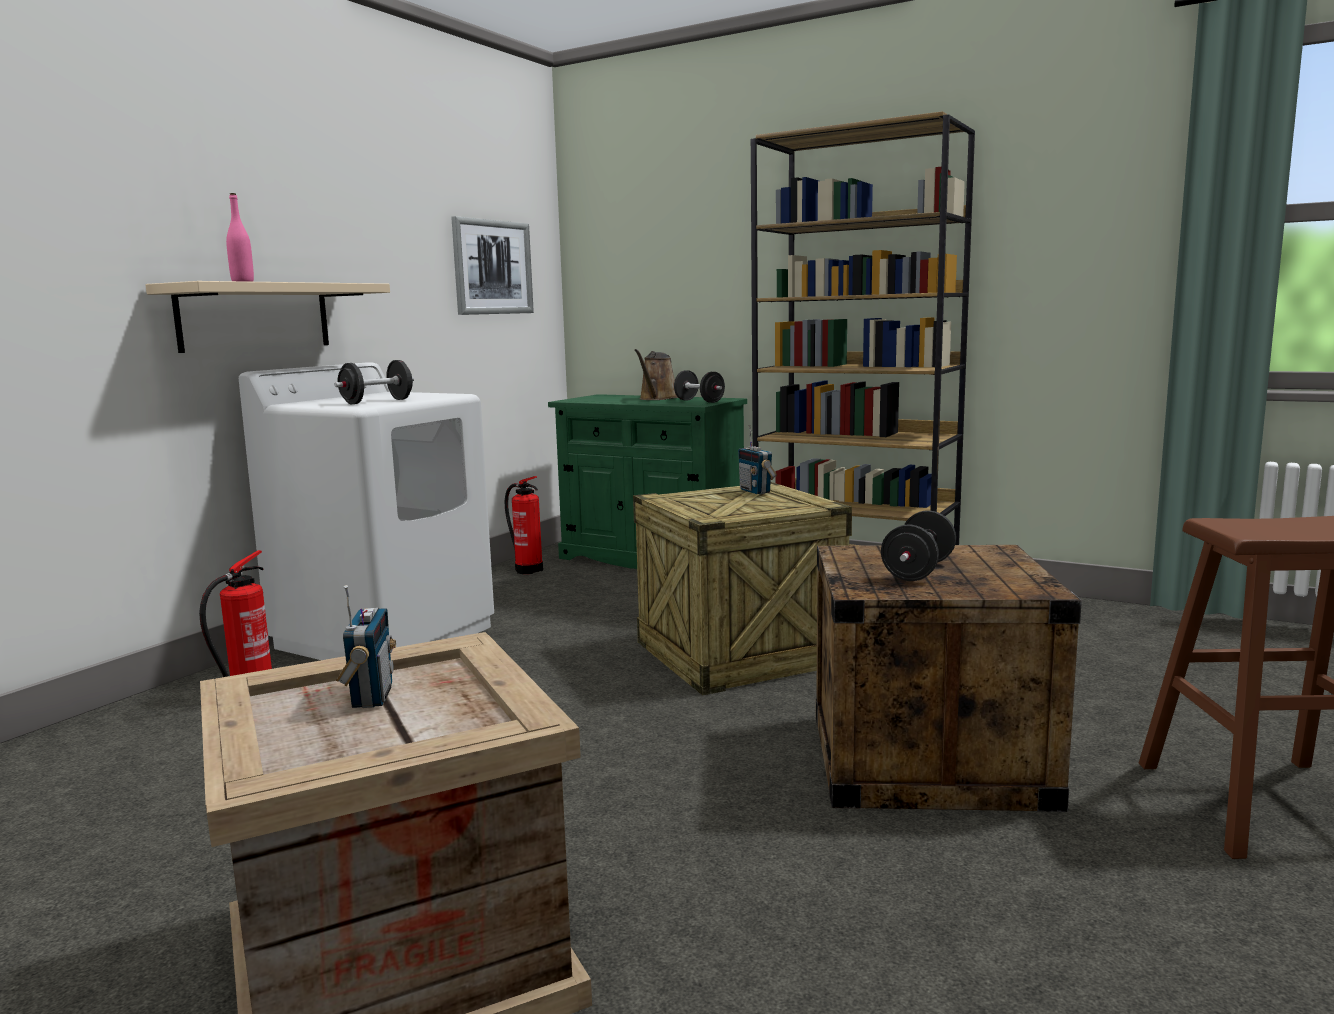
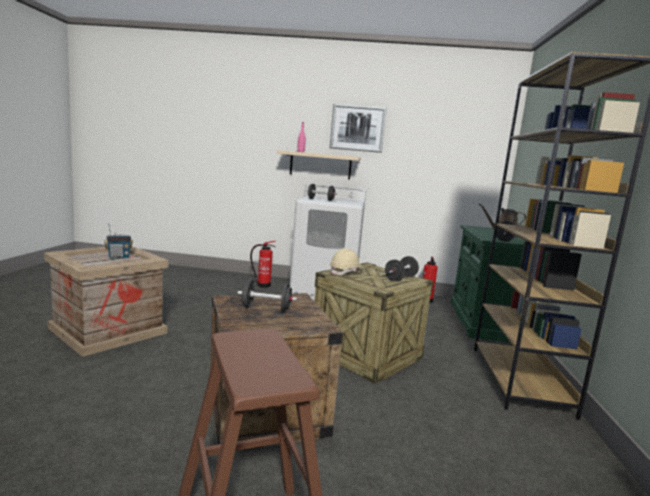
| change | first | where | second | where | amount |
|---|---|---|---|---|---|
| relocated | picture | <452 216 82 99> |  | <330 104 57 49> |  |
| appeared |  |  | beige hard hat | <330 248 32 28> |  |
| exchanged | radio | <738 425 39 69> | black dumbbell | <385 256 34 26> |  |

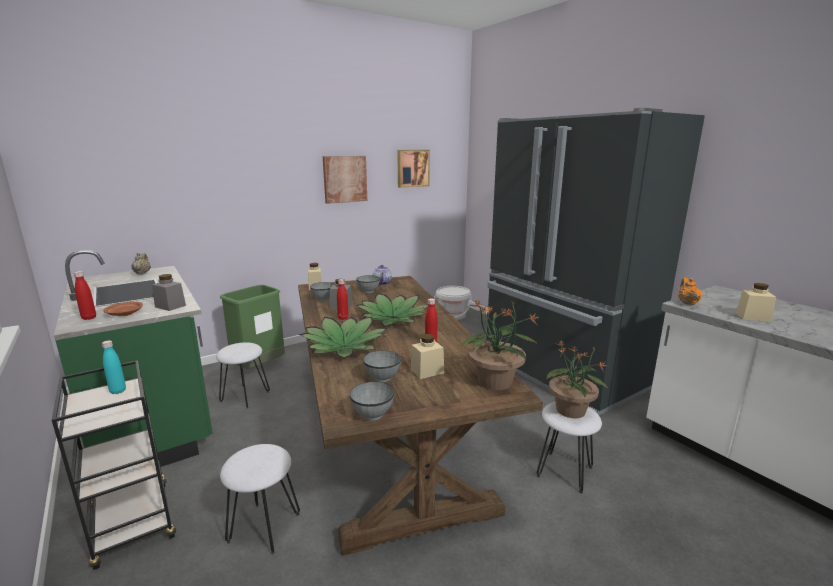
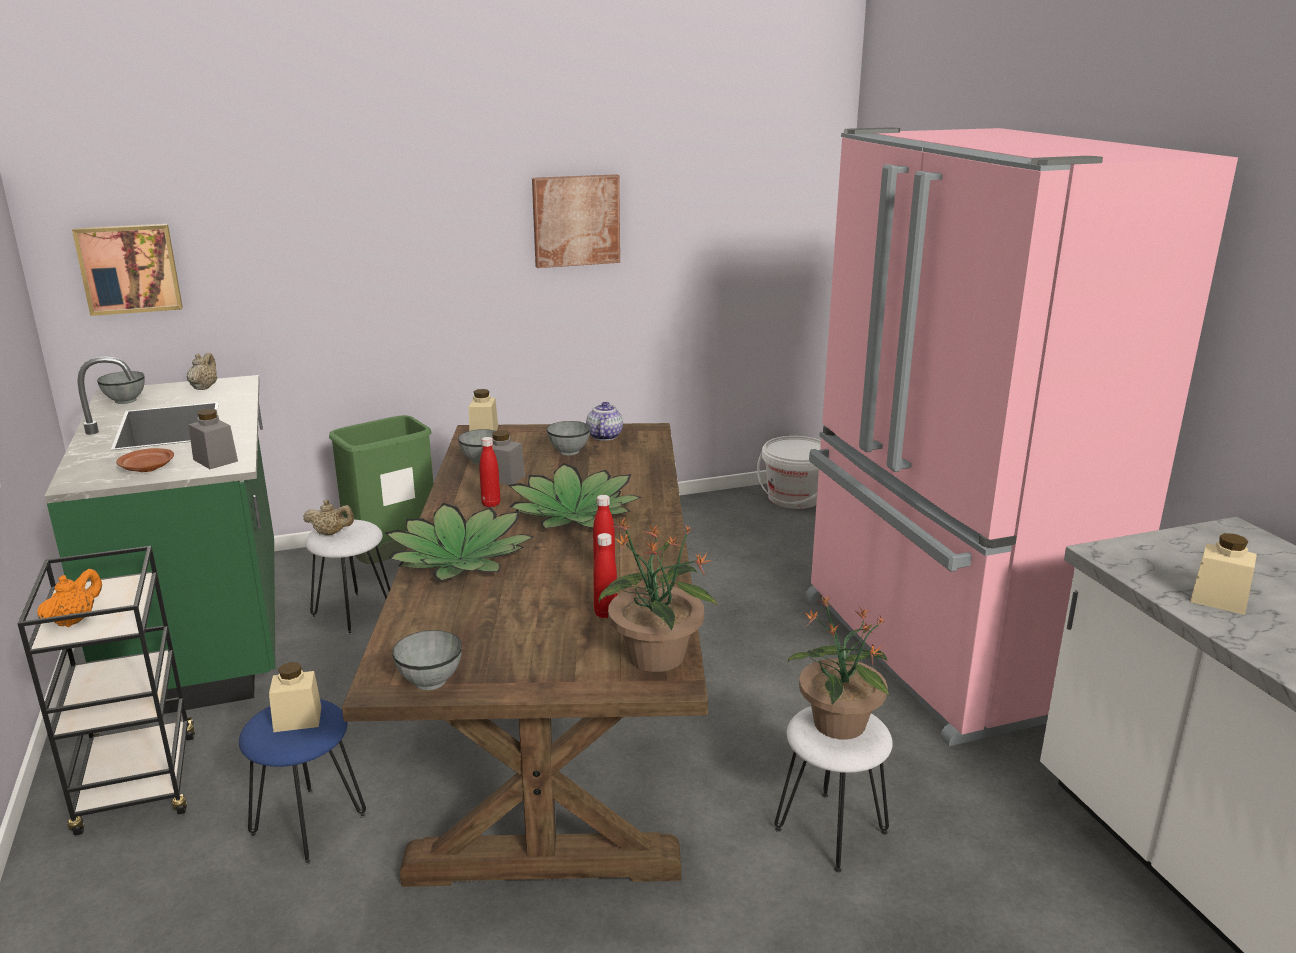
| change | first | where | second | where | amount |
|---|---|---|---|---|---|
| relocated | orange teapot | <678 277 24 28> |  | <37 569 65 58> |  |
| relocated | picture | <397 150 33 38> |  | <72 224 111 92> |  |
| relocated | grey bowl | <363 350 38 32> |  | <97 371 48 33> |  |
| colour | white stool | <220 444 80 111> | blue stool | <239 699 127 165> |  |
| relocated | beige jar | <411 334 33 45> |  | <269 662 52 70> |  |
| appeared |  |  | beige teapot | <303 500 51 35> |  |
| relocated | red bottle | <74 271 22 49> |  | <593 533 24 85> |  |
| colour | black fridge | <486 108 219 307> | pink fridge | <806 127 432 619> |  |
| missing | turquoise bottle | <102 340 24 54> |  |  |  |

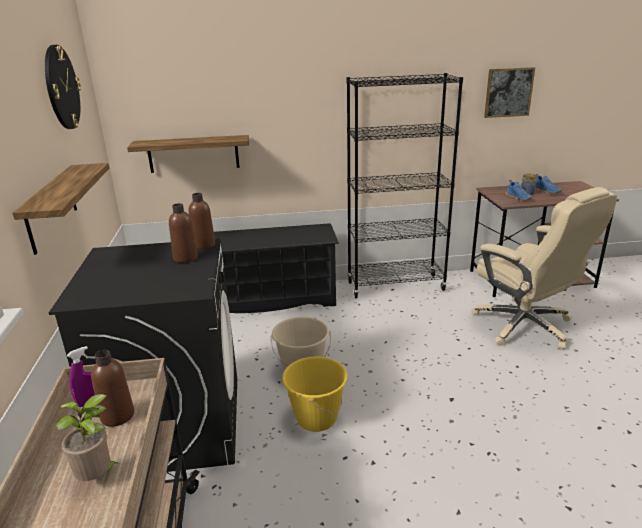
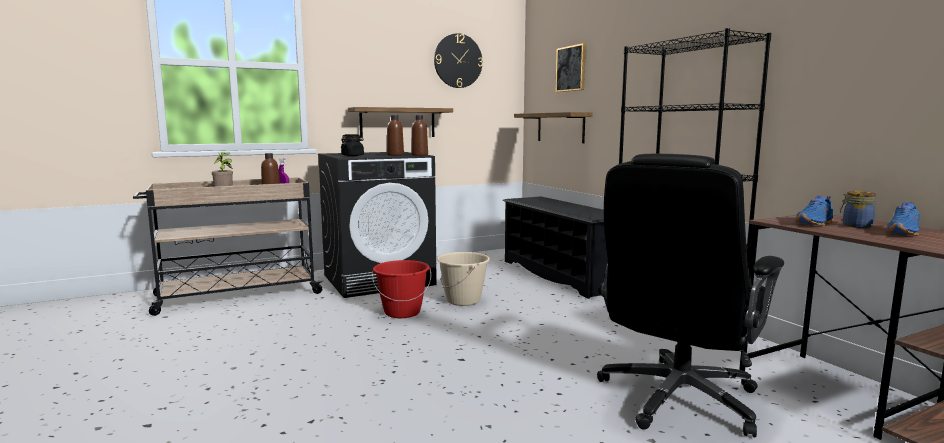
| change | first | where | second | where | amount |
|---|---|---|---|---|---|
| appeared |  |  | black jar | <341 134 23 22> |  |
| colour | yellow bucket | <282 356 66 76> | red bucket | <372 260 59 58> |  |
| relocated | picture | <484 67 51 51> |  | <556 43 30 49> |  |
| colour | beige office chair | <471 187 146 163> | black office chair | <597 154 187 283> |  |

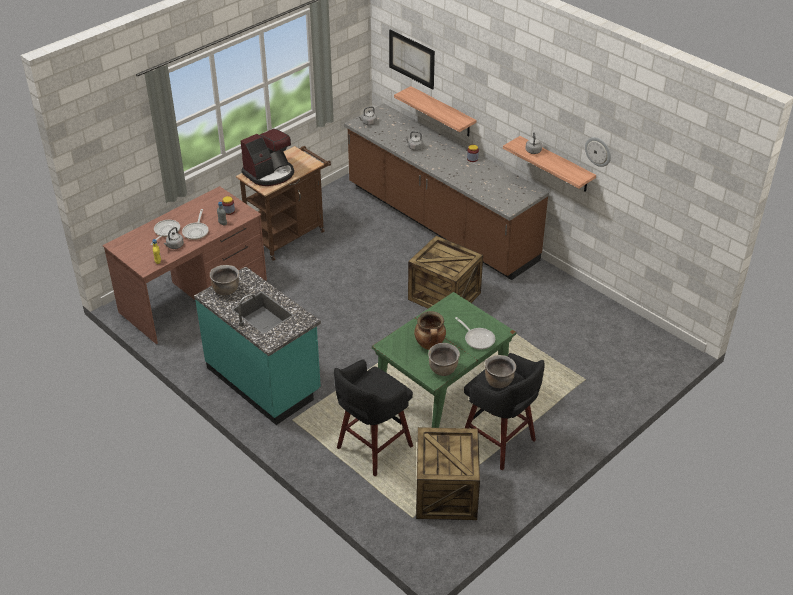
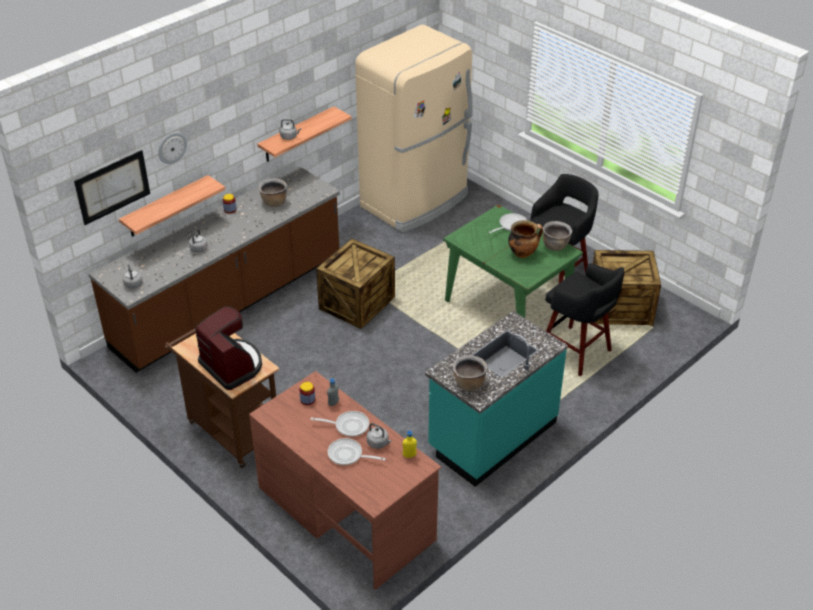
| change | first | where | second | where | amount |
|---|---|---|---|---|---|
| relocated | wall clock | <585 137 26 30> |  | <158 132 29 32> |  |
| relocated | brown cooking pot | <485 355 31 33> |  | <259 178 28 29> |  |
| appeared |  |  | beige fridge | <356 25 117 208> |  |

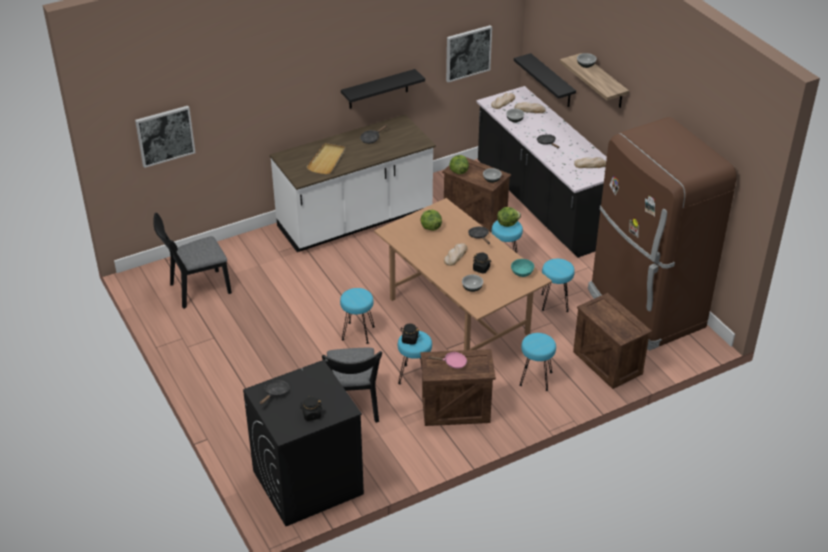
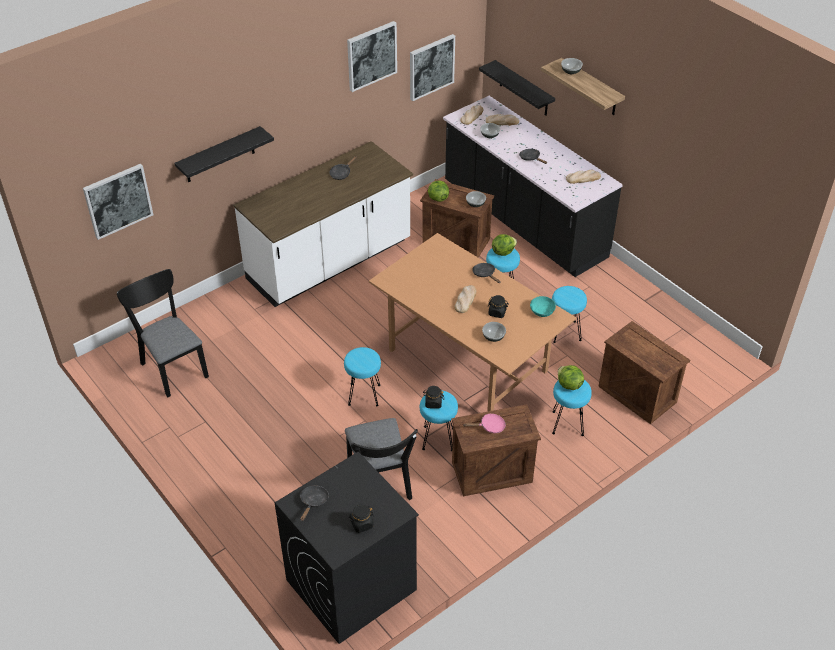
| change | first | where | second | where | amount |
|---|---|---|---|---|---|
| spun | black chair | <153 213 79 96> |  | <117 269 92 128> | 90 degrees clockwise |
| relocated | black shelf | <341 69 84 40> |  | <175 126 99 56> |  |
| appeared |  |  | picture | <347 21 50 71> |  |
| relocated | lettuce | <420 210 22 21> |  | <558 365 26 25> |  |
| missing | beige tray | <307 143 39 31> |  |  |  |
| missing | brown fridge | <588 117 149 233> |  |  |  |

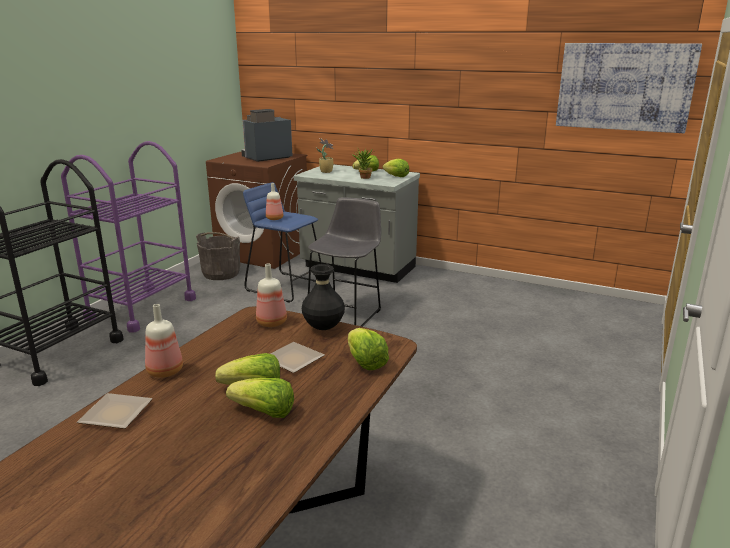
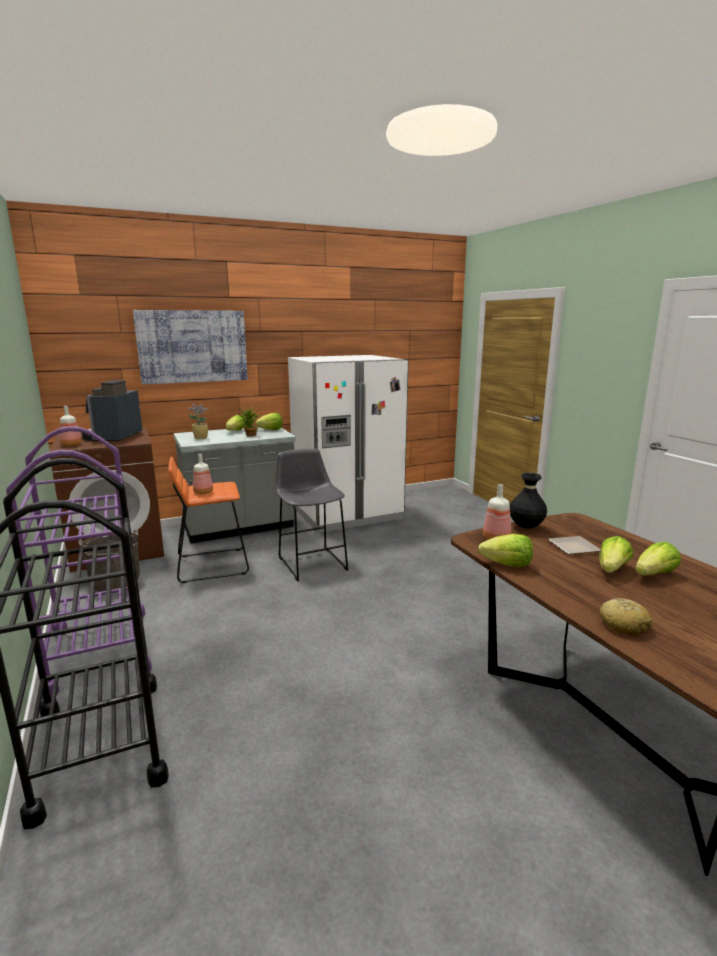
| change | first | where | second | where | amount |
|---|---|---|---|---|---|
| relocated | bottle | <145 304 38 74> |  | <60 406 22 40> |  |
| relocated | picture | <556 43 146 90> |  | <133 310 115 74> |  |
| colour | blue stool | <243 182 79 121> | orange stool | <169 457 80 126> |  |
| appeared |  |  | white fridge | <288 355 121 178> |  |
| relocated | lettuce | <348 328 41 42> |  | <478 534 55 33> |  |
| exchanged | plate | <77 393 76 36> | bread | <600 598 52 37> |  |

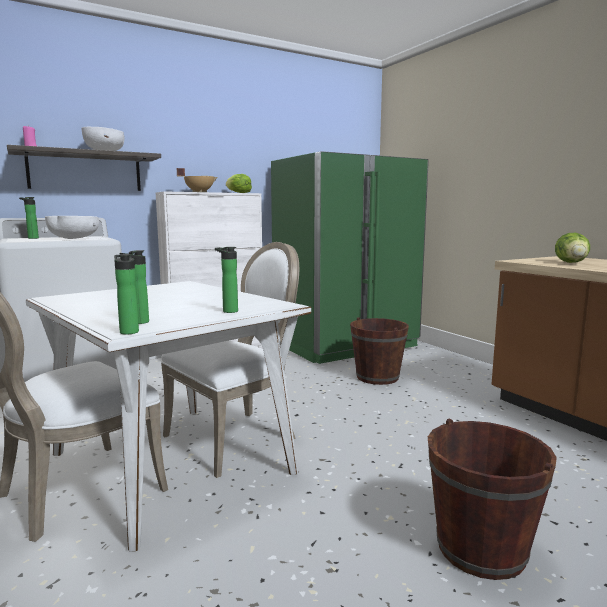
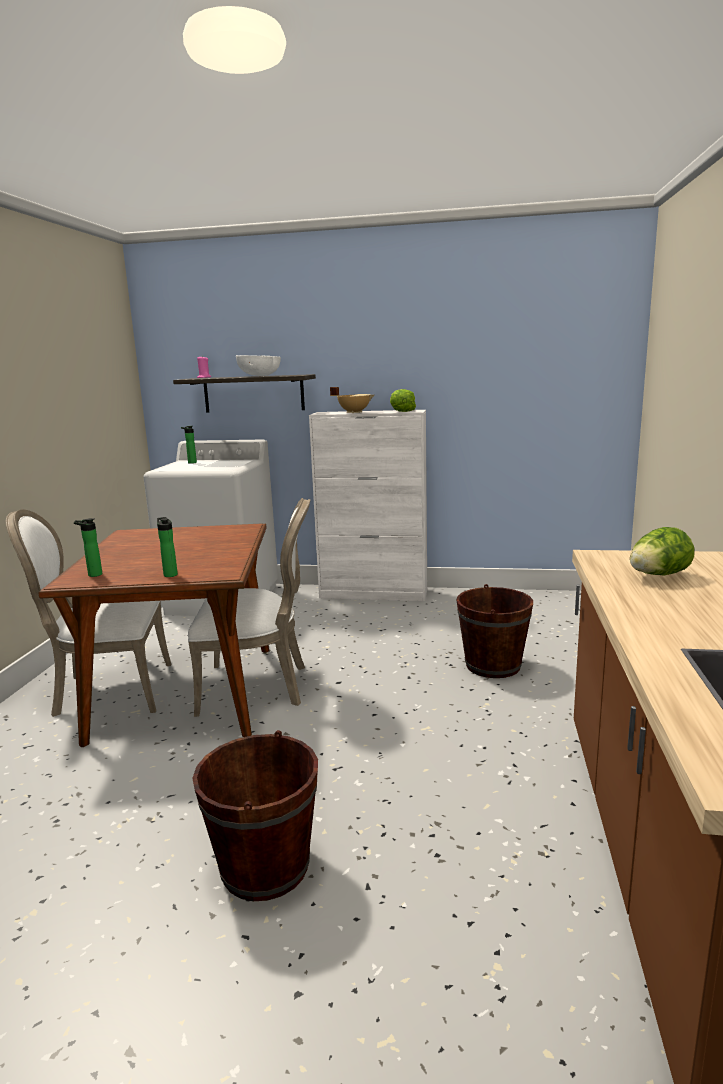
| change | first | where | second | where | amount |
|---|---|---|---|---|---|
| colour | white dining table | <26 281 285 271> | brown dining table | <38 523 231 224> |  |
| missing | white bowl | <45 216 54 23> |  |  |  |
| missing | bottle | <114 254 25 80> |  |  |  |
| missing | green fridge | <271 151 158 213> |  |  |  |

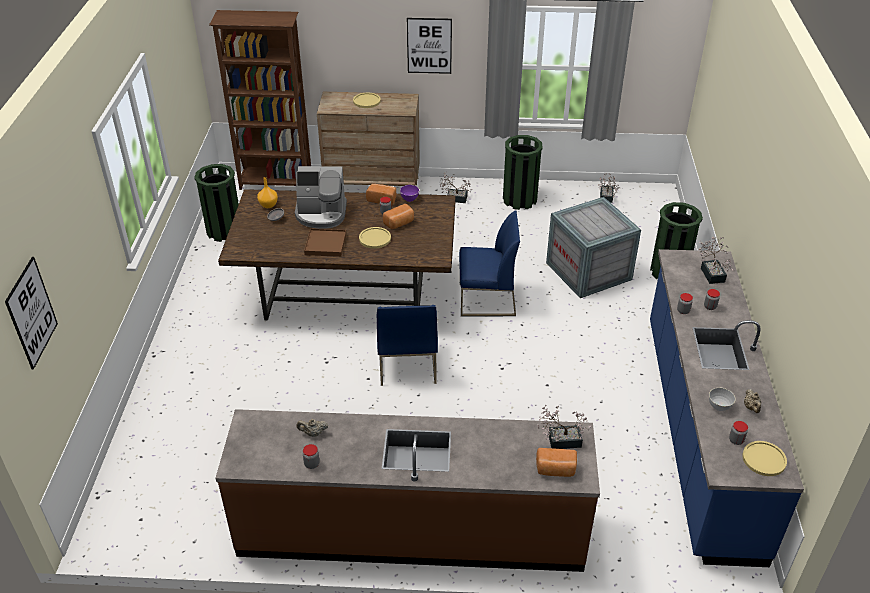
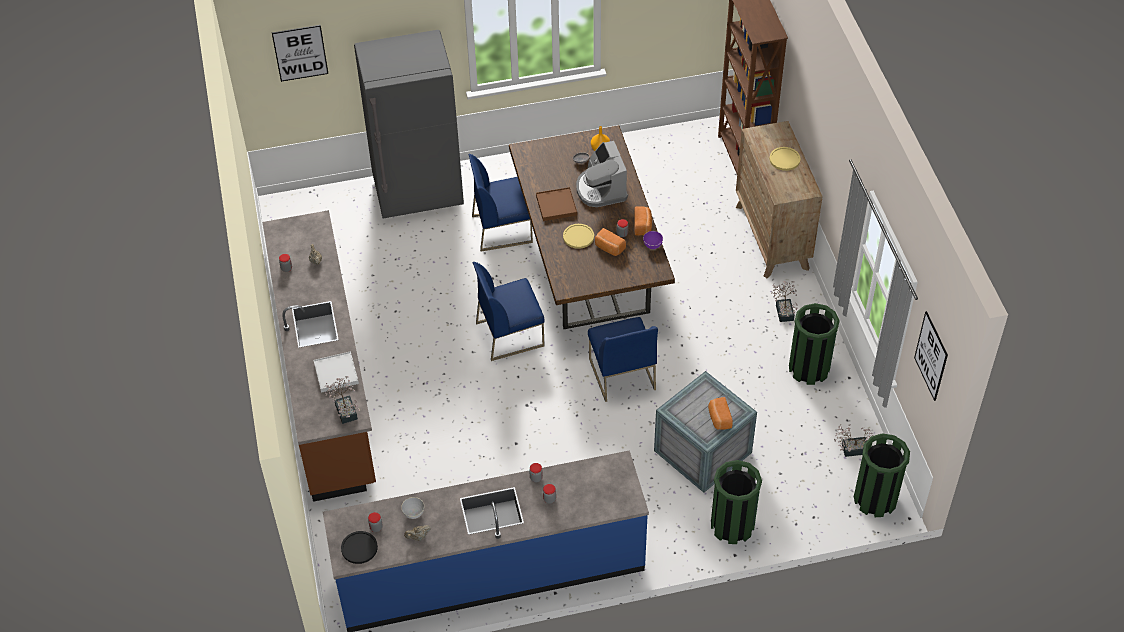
| change | first | where | second | where | amount |
|---|---|---|---|---|---|
| appeared |  |  | white tray | <314 351 45 42> |  |
| colour | yellow plate | <742 441 45 35> | black plate | <341 531 37 33> |  |
| appeared |  |  | grey fridge | <354 30 110 188> |  |
| appeared |  |  | blue chair | <469 154 64 97> |  |
| relocated | bread | <536 448 41 29> |  | <708 397 25 33> |  |
| relocated | green trash can | <194 164 45 78> |  | <854 433 56 84> |  |
| relocated | picture | <407 18 45 56> |  | <914 311 34 90> |  |
| missing | potted plant | <698 237 35 47> |  |  |  |

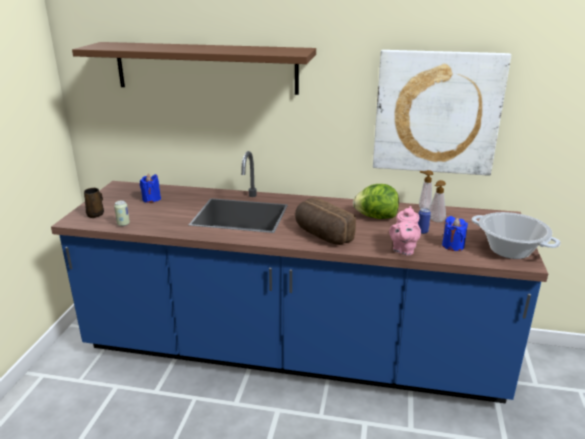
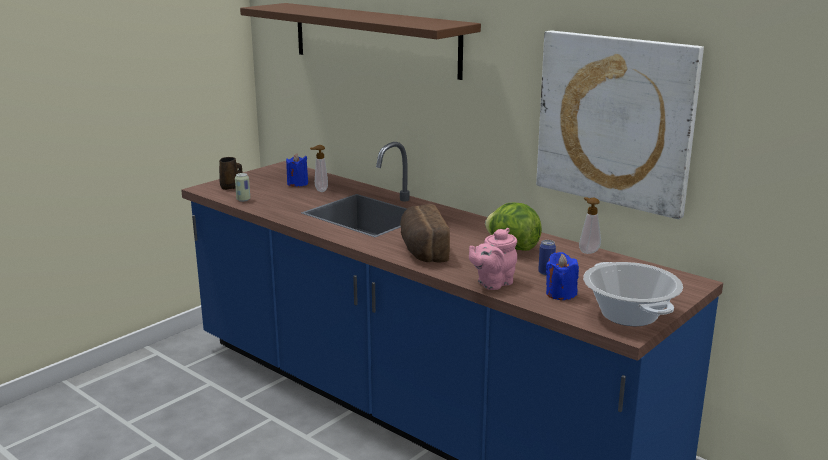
| change | first | where | second | where | amount |
|---|---|---|---|---|---|
| relocated | soap dispenser | <429 180 17 42> |  | <310 145 18 47> |  |

